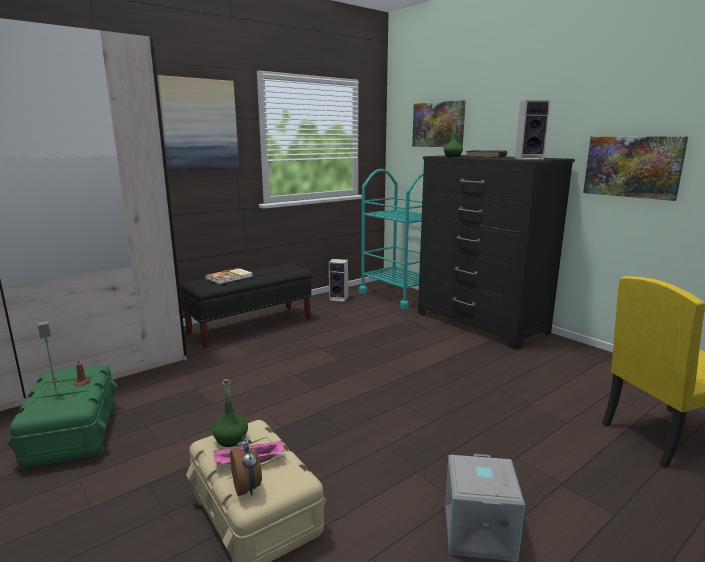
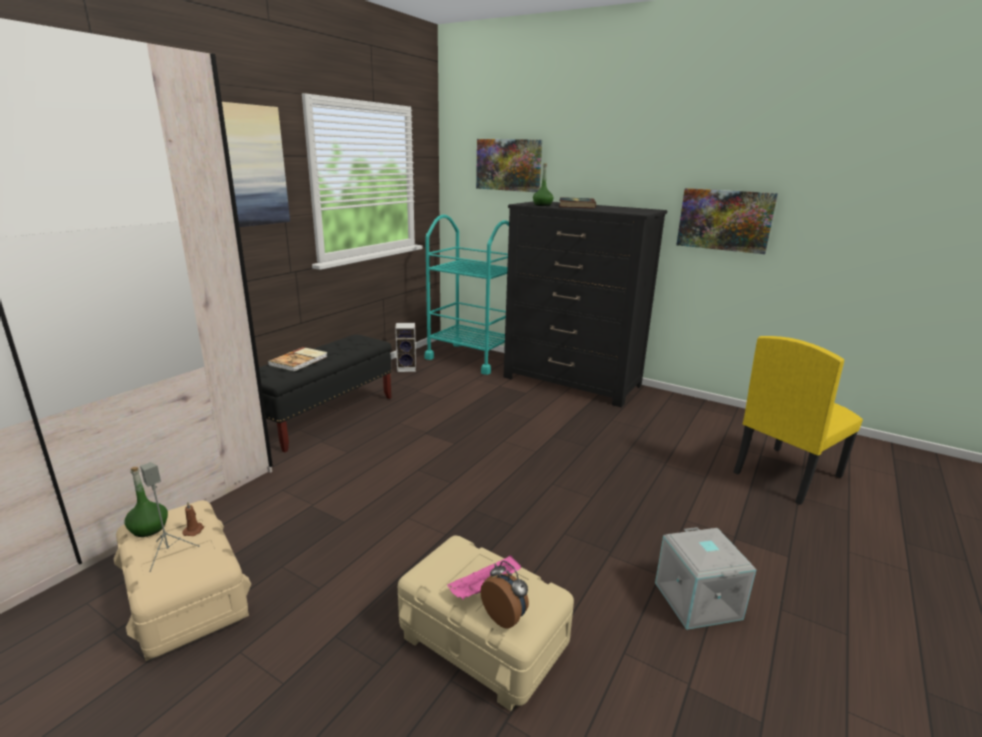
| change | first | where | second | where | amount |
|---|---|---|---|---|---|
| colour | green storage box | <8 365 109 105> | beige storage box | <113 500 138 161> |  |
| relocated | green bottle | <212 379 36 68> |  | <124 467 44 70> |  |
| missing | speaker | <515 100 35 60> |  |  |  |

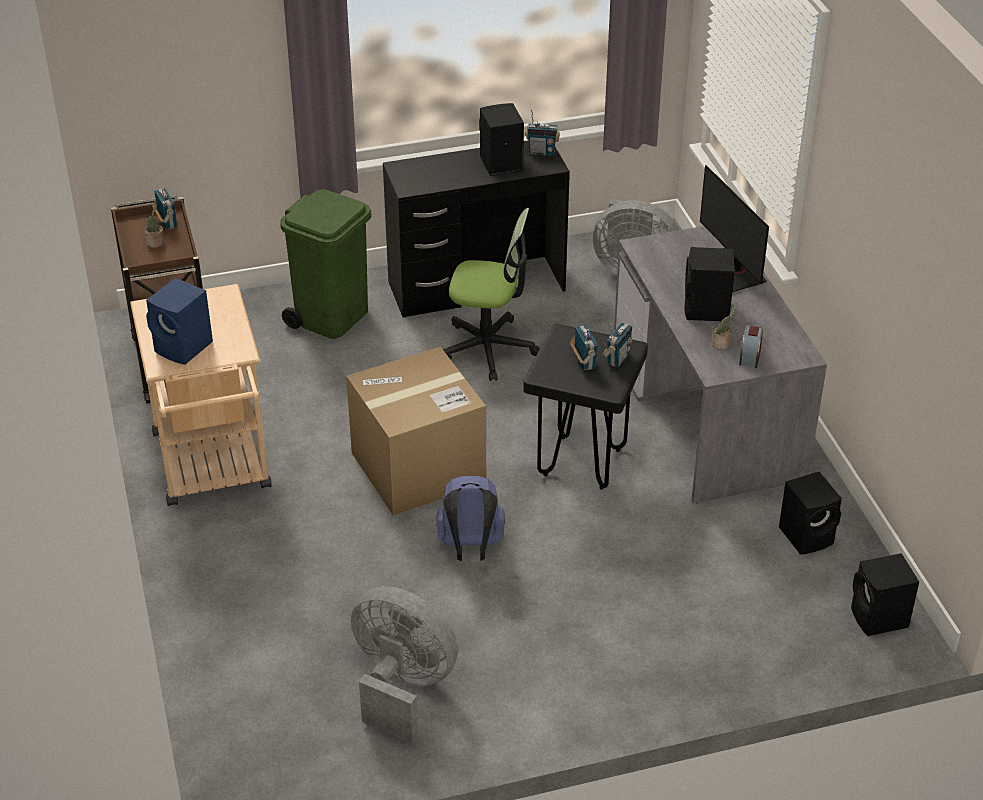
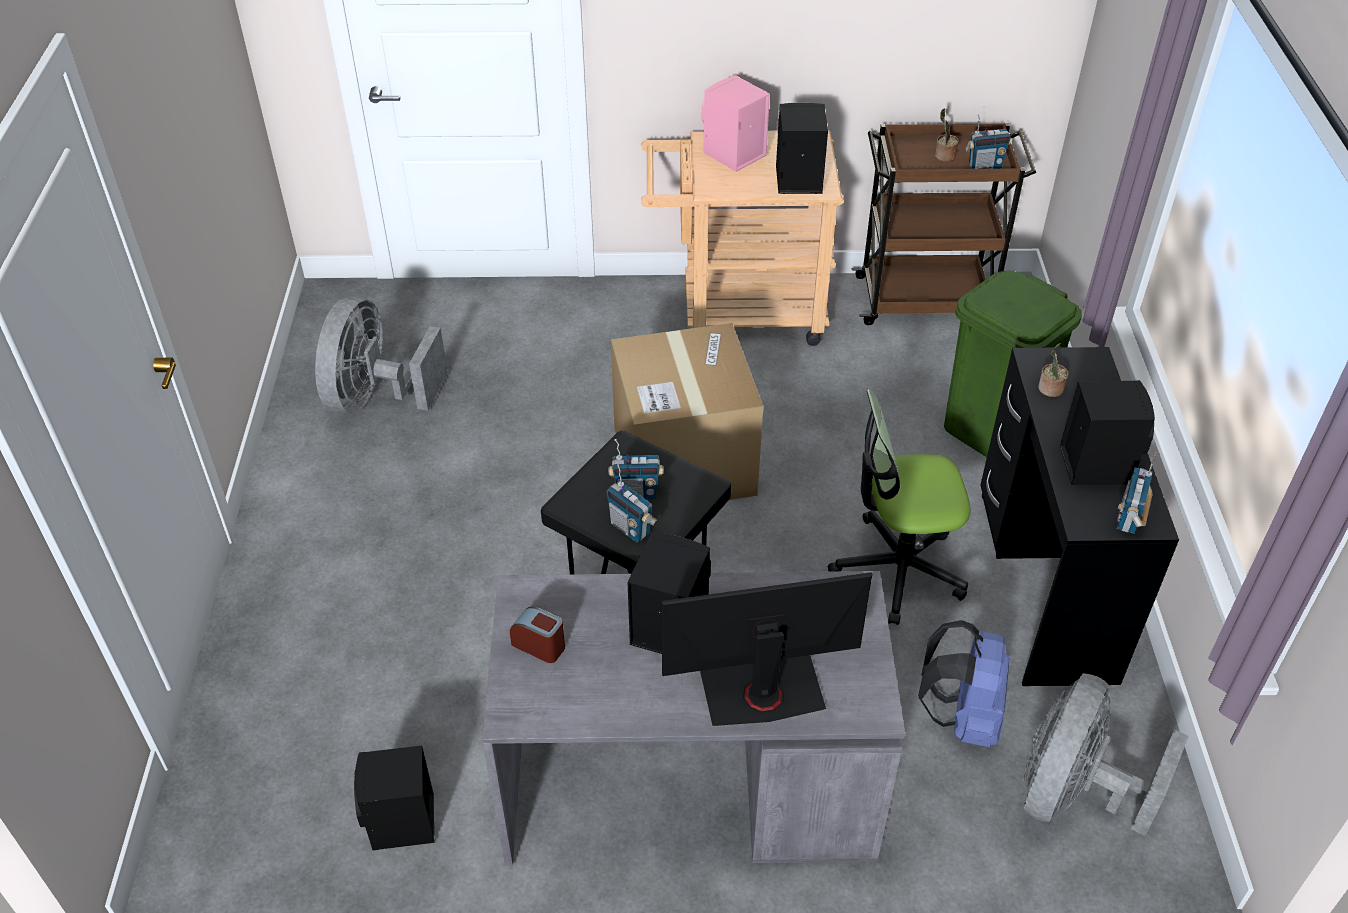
| change | first | where | second | where | amount |
|---|---|---|---|---|---|
| spun | grey fan | <351 586 107 158> |  | <315 296 133 118> | 150 degrees clockwise |
| colour | blue speaker | <146 278 67 87> | pink speaker | <702 75 68 97> |  |
| relocated | black speaker | <851 553 68 83> |  | <776 103 52 91> |  |
| spun | office chair | <443 208 97 173> |  | <828 389 143 236> | 60 degrees clockwise |
| relocated | blue backpack | <436 476 69 85> |  | <918 620 92 128> |  |
| relocated | potted plant | <711 303 27 47> |  | <1038 343 31 54> |  |

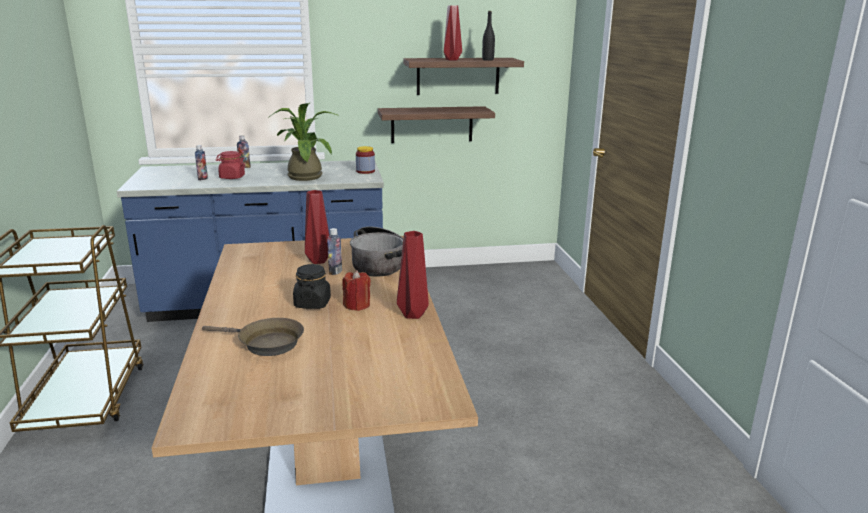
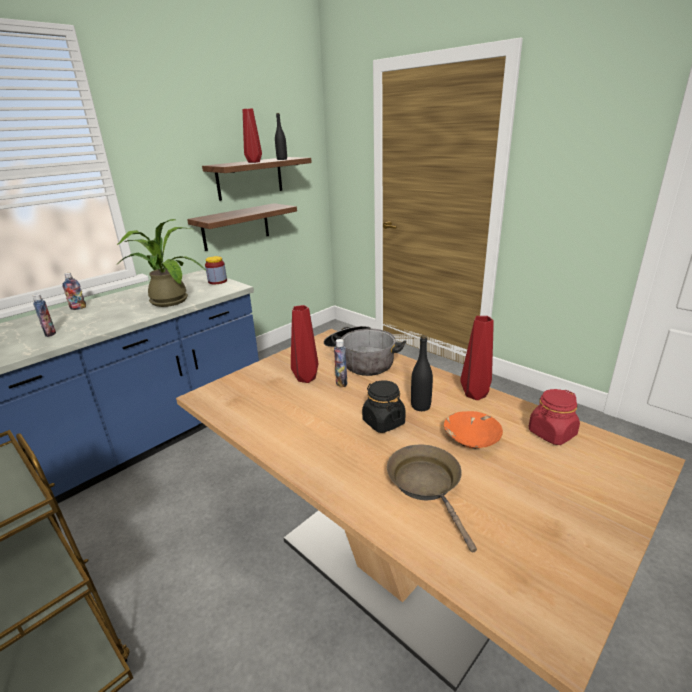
| change | first | where | second | where | amount |
|---|---|---|---|---|---|
| spun | brown frying pan | <202 318 102 38> |  | <387 444 90 108> | 90 degrees counterclockwise |
| exchanged | red candle | <342 270 29 41> | black bottle | <411 335 22 76> |  |
| appeared |  |  | orange bowl | <444 411 59 37> |  |
| relocated | red jar | <216 151 30 28> |  | <529 389 51 56> |  |

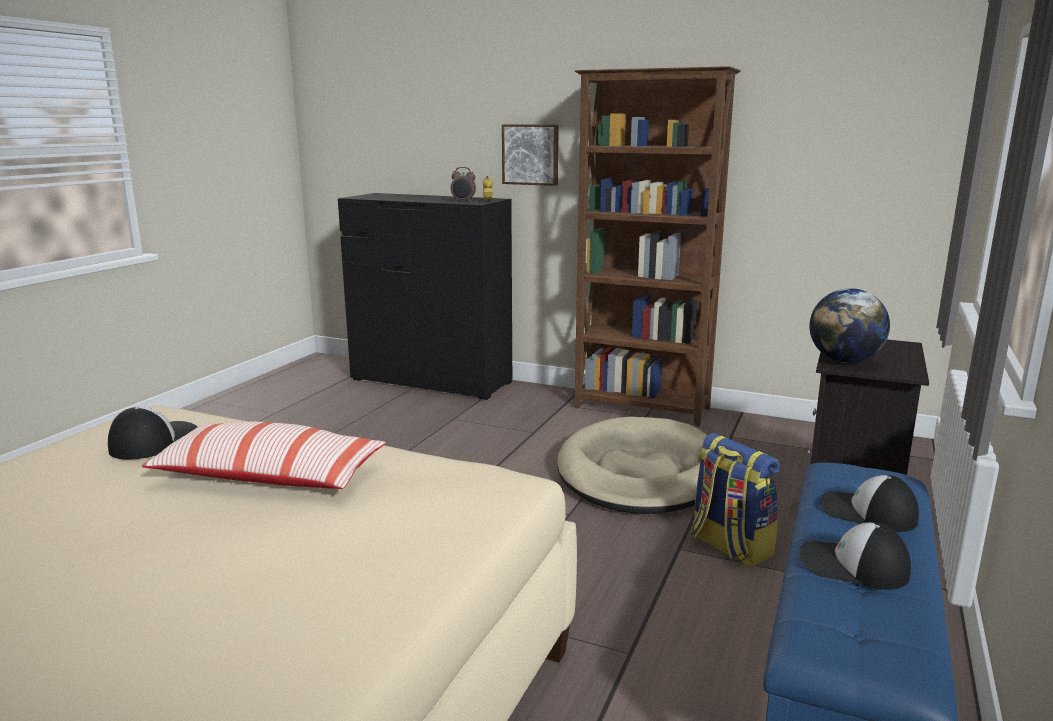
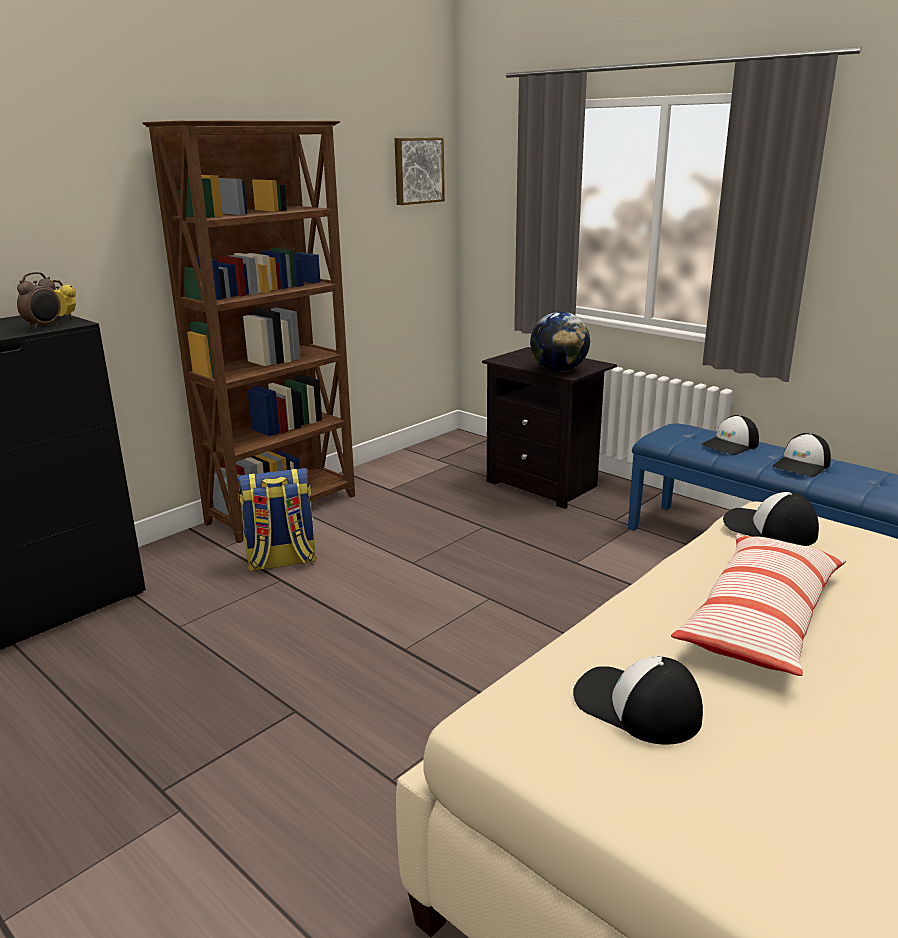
| change | first | where | second | where | amount |
|---|---|---|---|---|---|
| relocated | backpack | <691 433 89 135> |  | <237 468 80 103> |  |
| relocated | picture | <502 124 57 62> |  | <395 137 50 68> |  |
| appeared |  |  | cap | <723 492 96 54> |  |
| missing | beige dog bed | <557 417 150 97> |  |  |  |

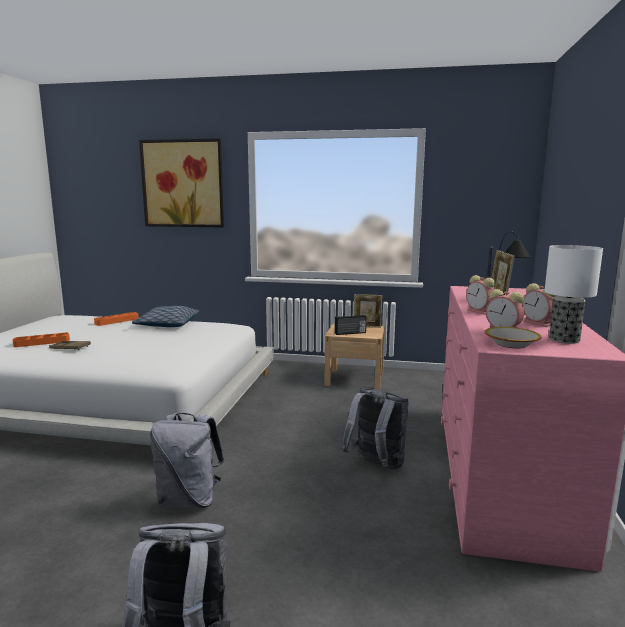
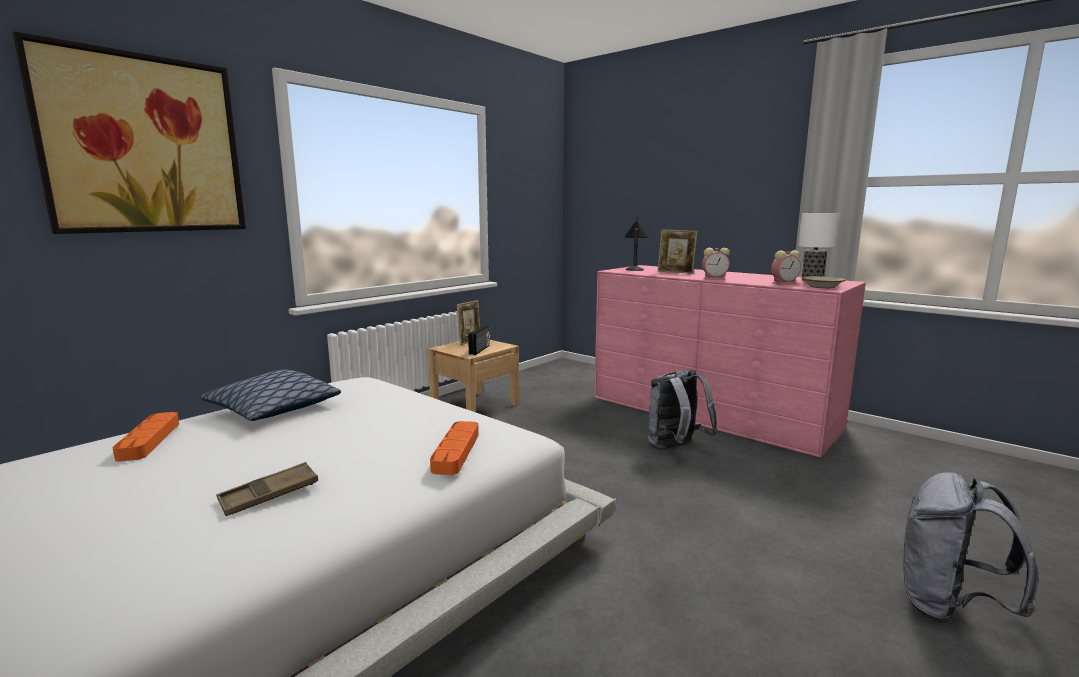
| change | first | where | second | where | amount |
|---|---|---|---|---|---|
| relocated | orange tray | <12 333 58 14> |  | <430 421 49 54> |  |
| missing | grey backpack | <150 413 75 95> |  |  |  |
| missing | alarm clock | <522 283 35 44> |  |  |  |

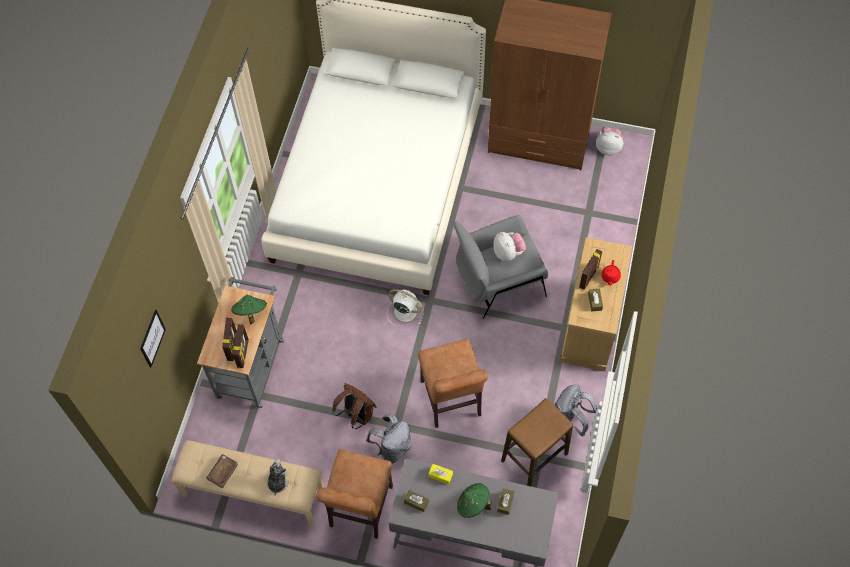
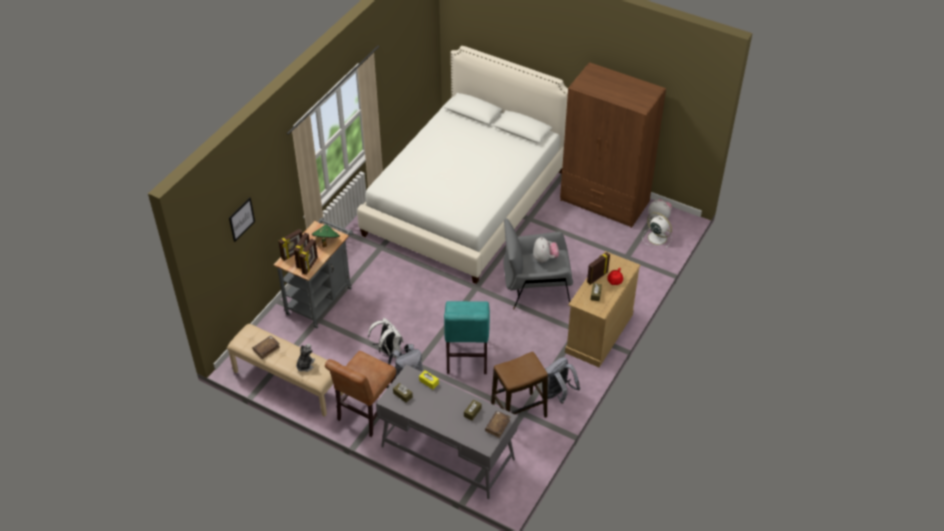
| change | first | where | second | where | amount |
|---|---|---|---|---|---|
| appeared |  |  | picture frame | <278 229 25 32> |  |
| colour | brown backpack | <332 383 45 46> | white backpack | <368 318 35 39> |  |
| colour | brown chair | <418 339 70 89> | turquoise chair | <444 301 46 73> |  |
| appeared |  |  | brown book | <485 411 25 27> |  |
| relocated | white fan | <387 289 37 37> |  | <642 212 30 36> |  |
| missing | green hat | <457 483 35 35> |  |  |  |

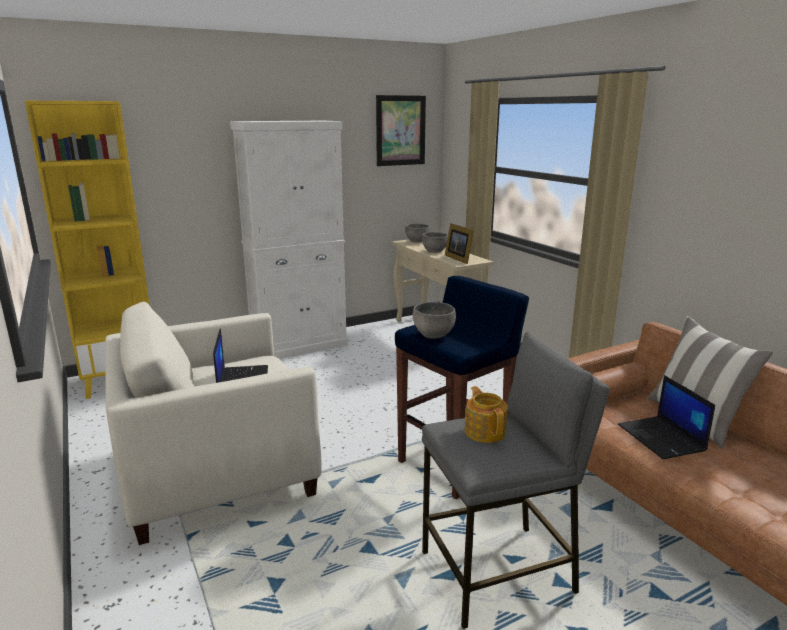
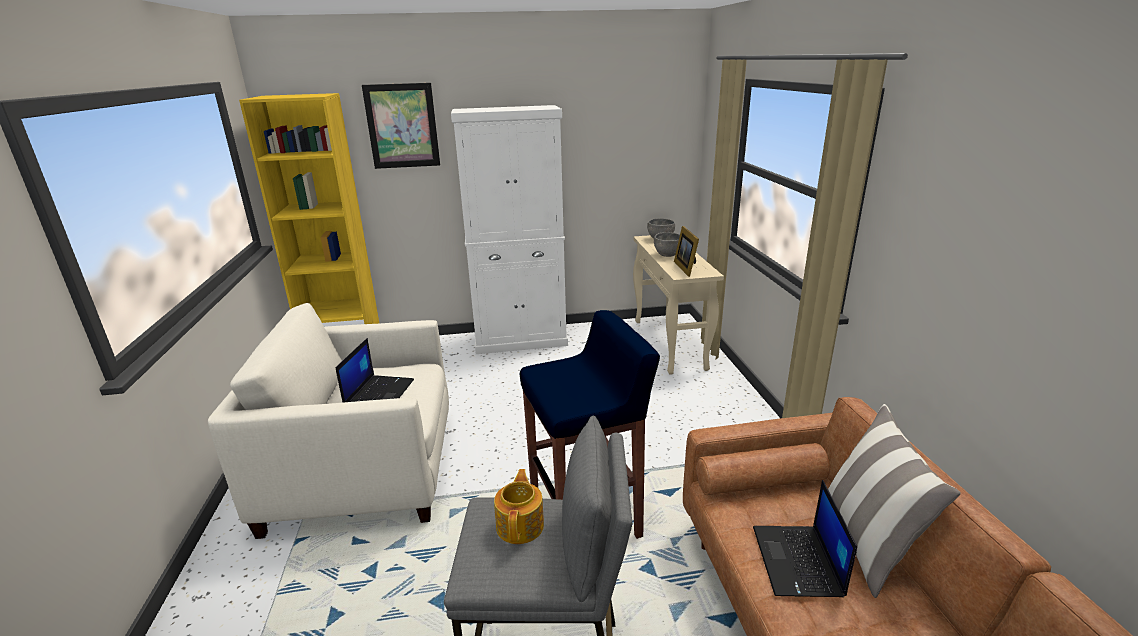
| change | first | where | second | where | amount |
|---|---|---|---|---|---|
| relocated | picture | <376 95 50 71> |  | <362 83 78 86> |  |
| missing | grey bowl | <413 302 43 37> |  |  |  |

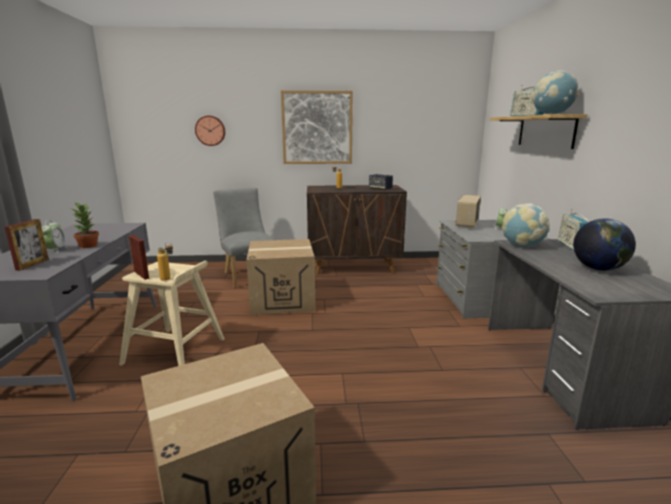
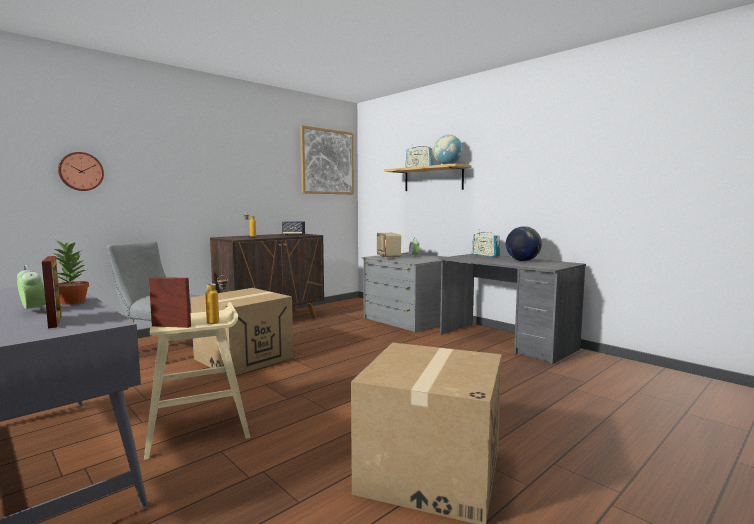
| change | first | where | second | where | amount |
|---|---|---|---|---|---|
| relocated | picture | <281 90 72 74> |  | <300 125 54 69> |  |
| missing | globe | <502 203 48 44> |  |  |  |

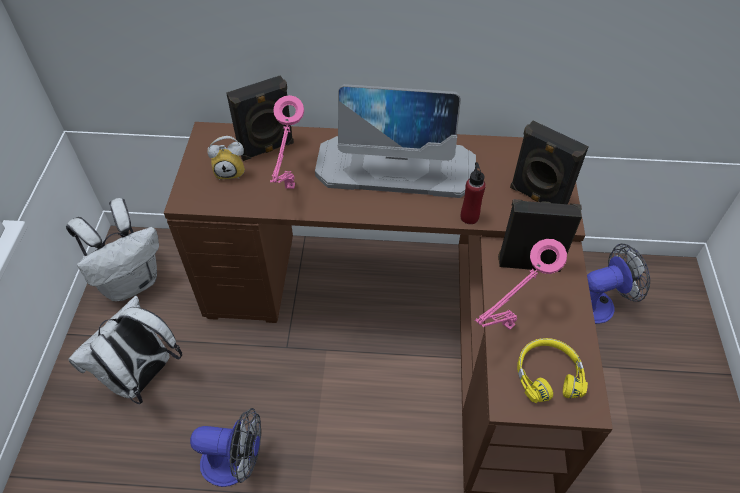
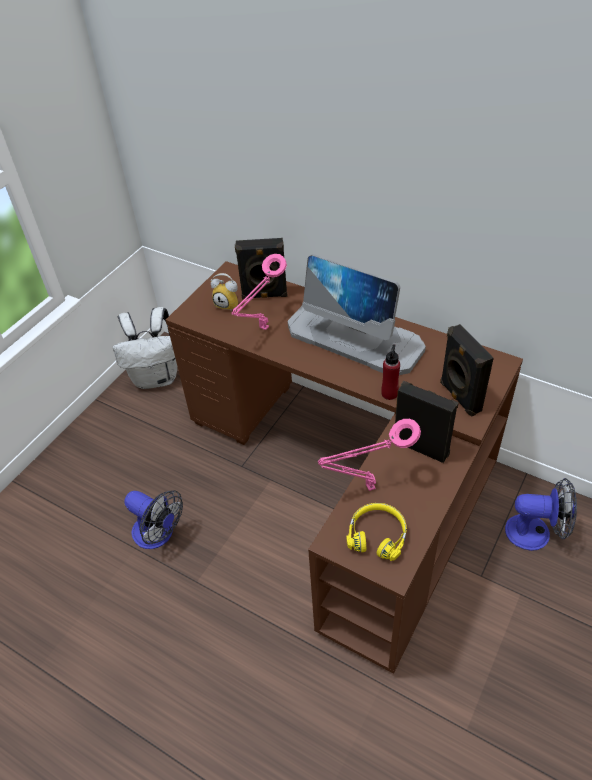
| change | first | where | second | where | amount |
|---|---|---|---|---|---|
| missing | white backpack | <68 295 114 109> |  |  |  |

